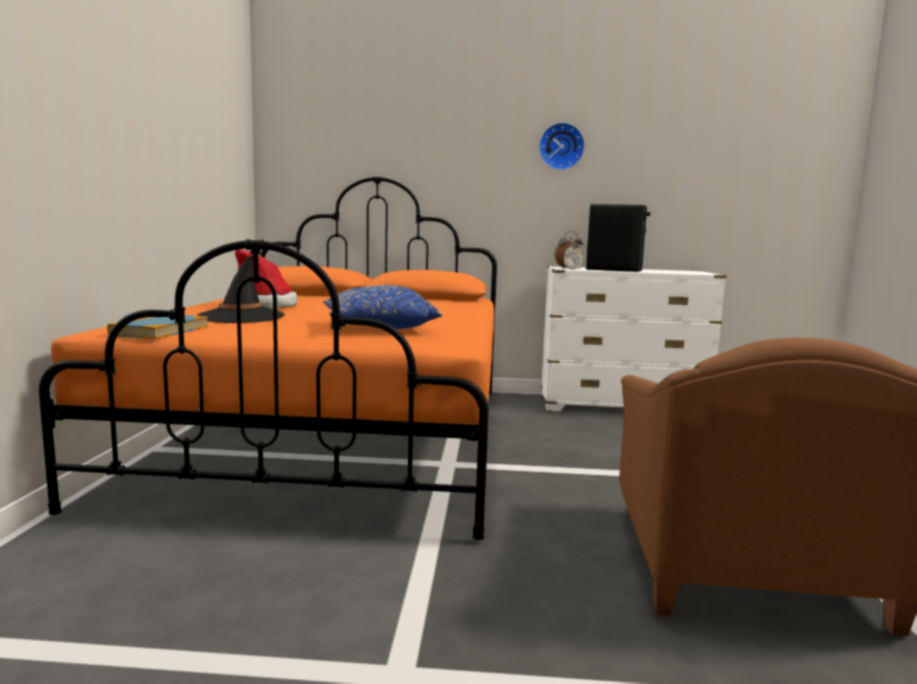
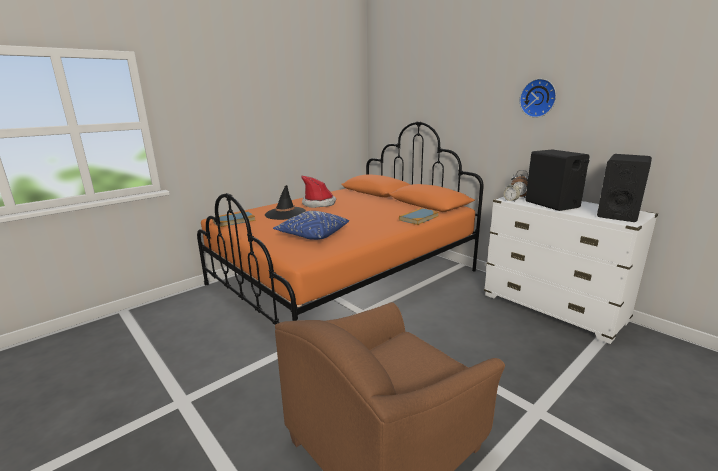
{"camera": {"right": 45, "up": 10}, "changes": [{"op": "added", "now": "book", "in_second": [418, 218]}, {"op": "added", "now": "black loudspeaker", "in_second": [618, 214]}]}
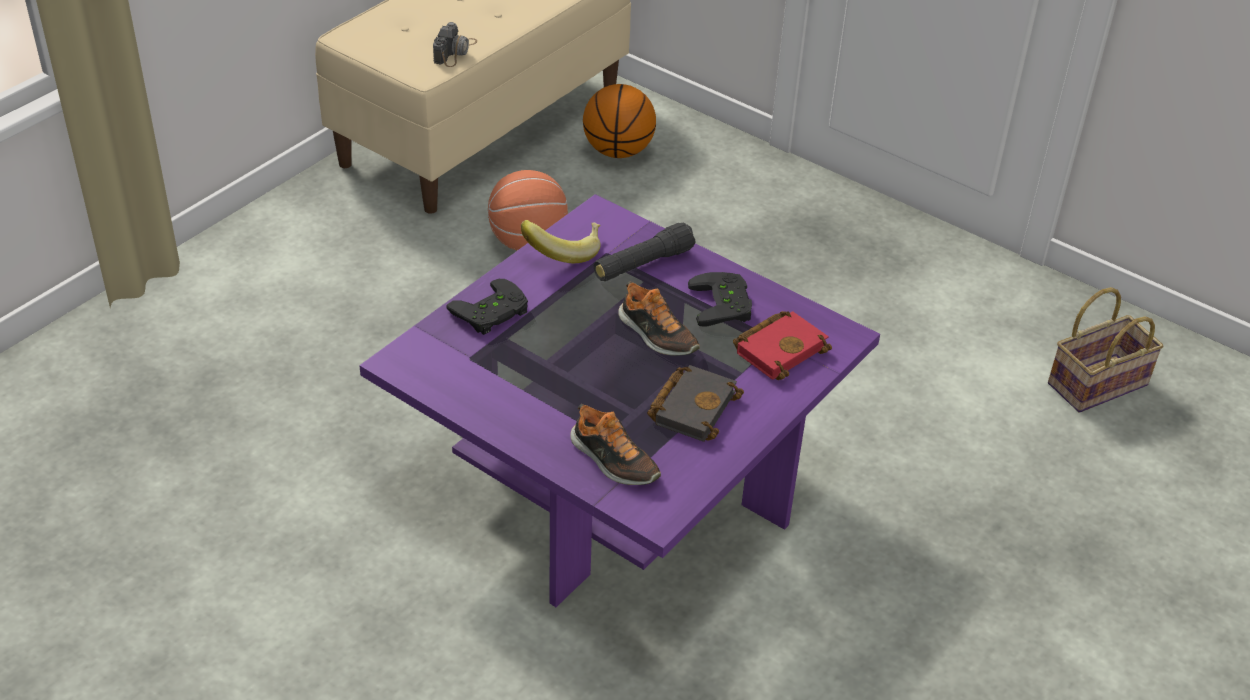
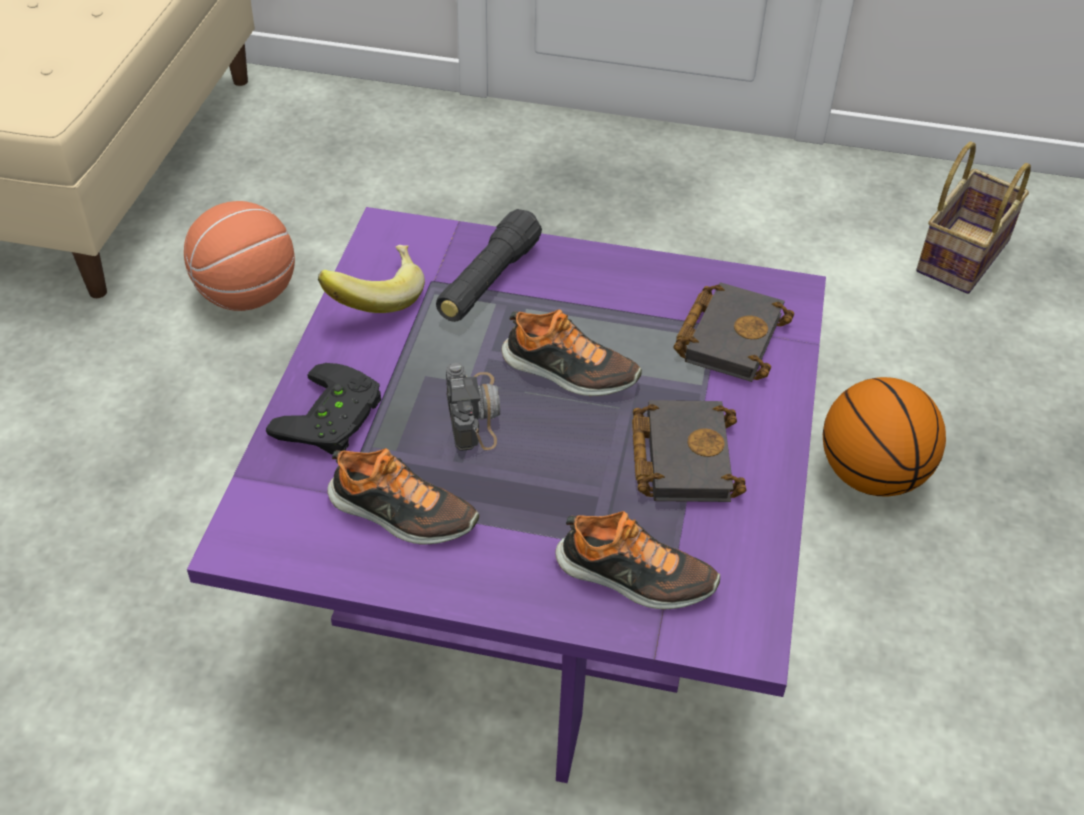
{"camera": {"right": -25, "up": 5}, "changes": [{"op": "added", "now": "shoe", "in_second": [401, 514]}, {"op": "moved", "was": "still camera", "in_first": [455, 51], "in_second": [474, 411]}, {"op": "recoloured", "was": "red-coloured book", "now": "black book", "in_first": [780, 348], "in_second": [729, 336]}, {"op": "moved", "was": "ball for basketball", "in_first": [618, 151], "in_second": [871, 474]}, {"op": "removed", "was": "black game controller", "in_first": [725, 304]}]}
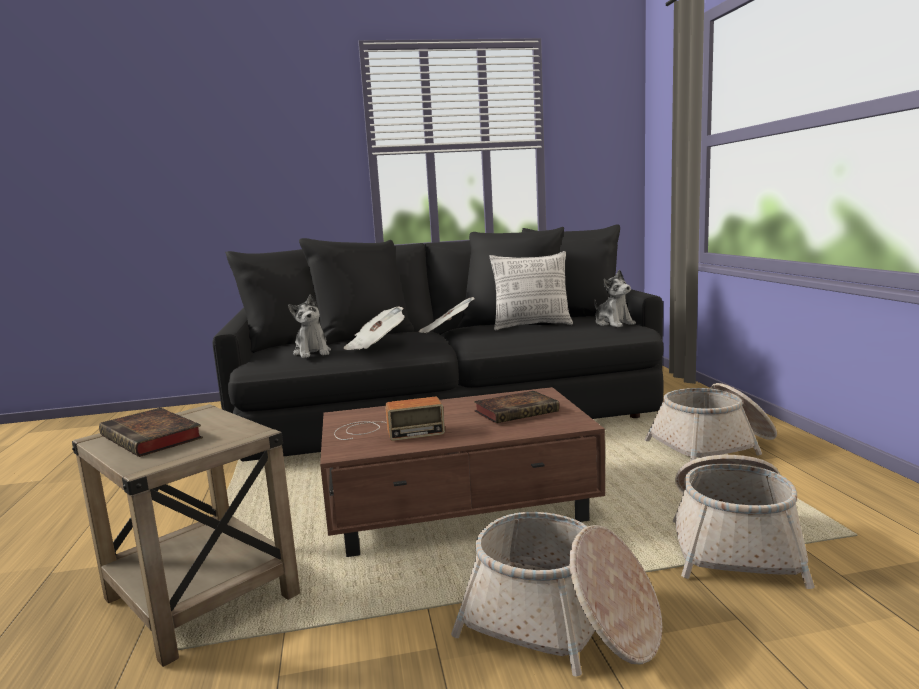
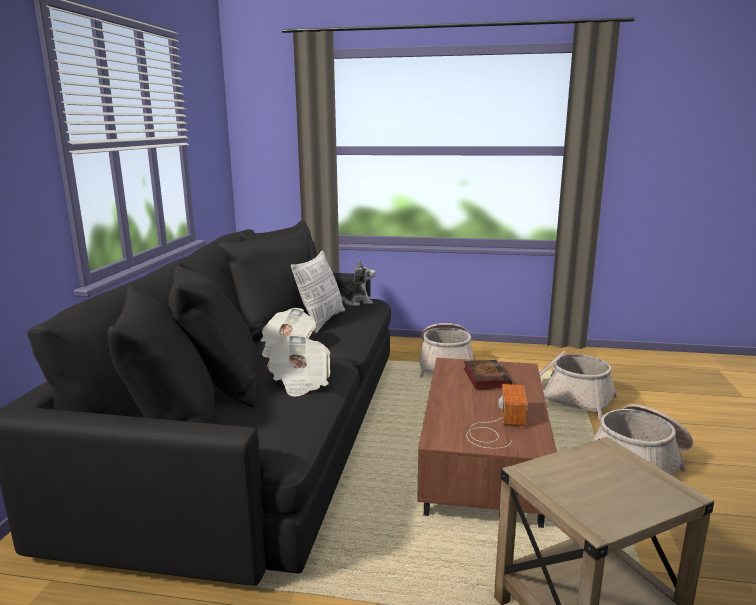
{"camera": {"right": -70, "up": 5}, "changes": [{"op": "removed", "was": "book", "in_first": [153, 438]}, {"op": "removed", "was": "cuddly toy", "in_first": [312, 352]}]}
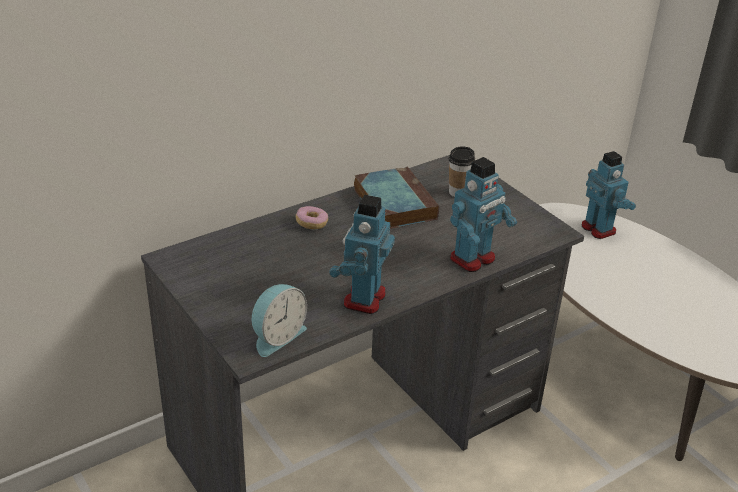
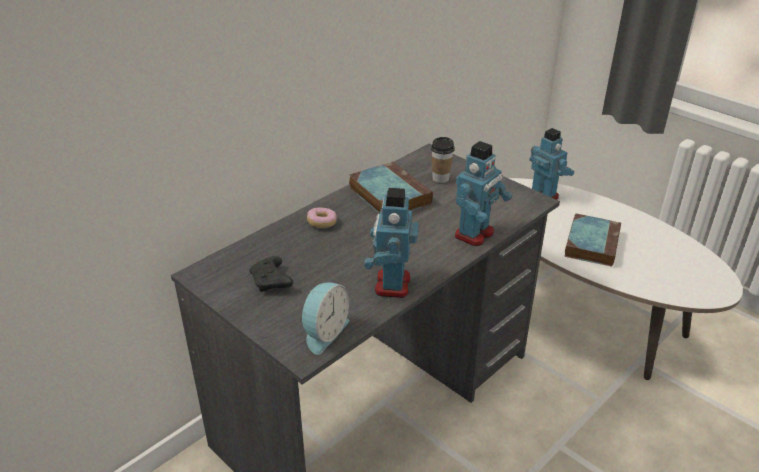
{"camera": {"right": -10, "up": 0}, "changes": [{"op": "added", "now": "black game controller", "in_second": [271, 282]}, {"op": "added", "now": "book", "in_second": [591, 243]}]}
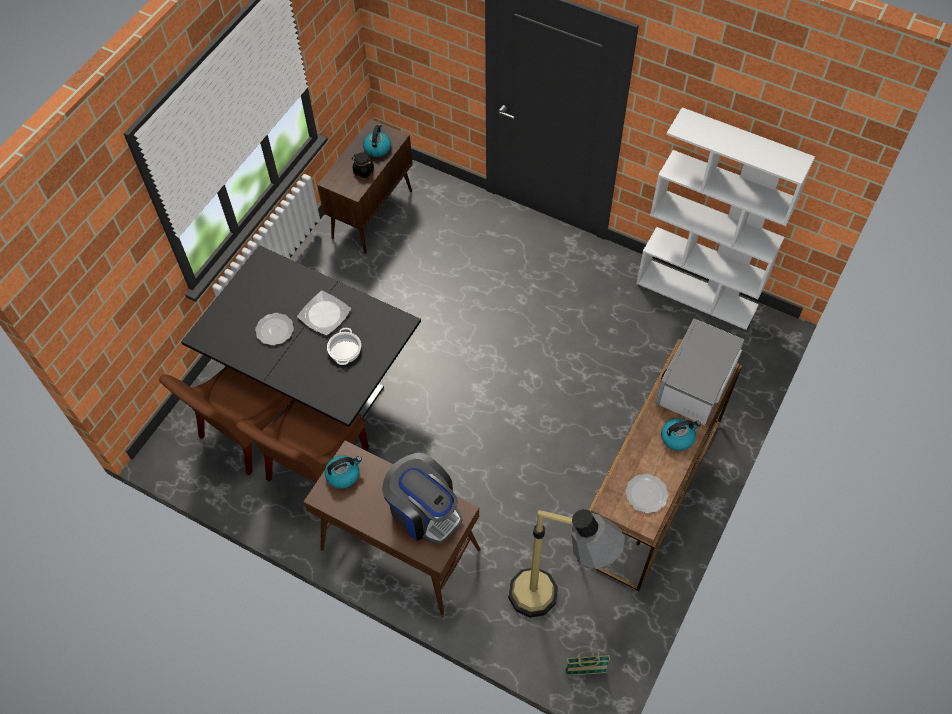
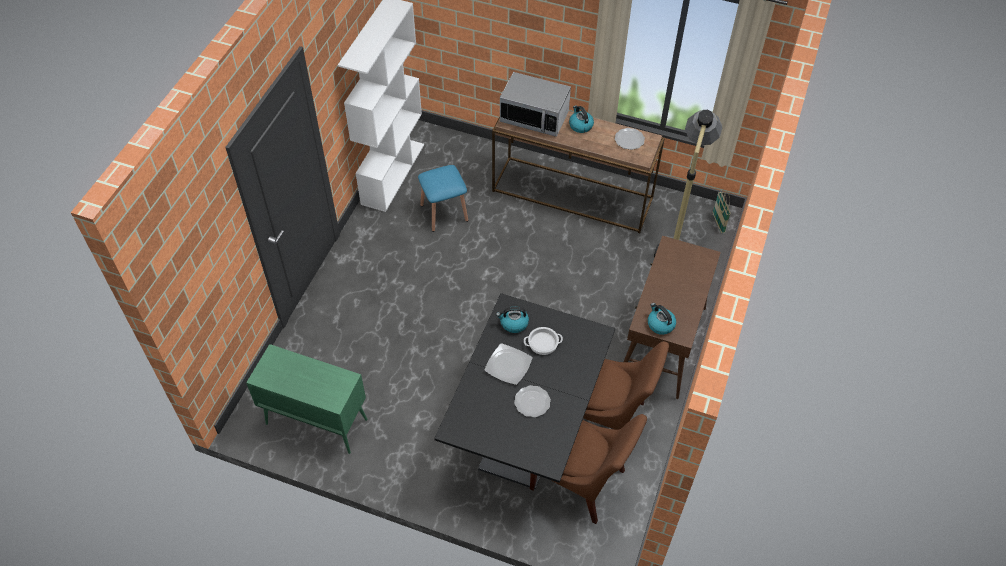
{"camera": {"right": -100, "up": -5}, "changes": [{"op": "recoloured", "was": "brown cabinet", "now": "greenish cabinet", "in_first": [372, 214], "in_second": [315, 421]}, {"op": "added", "now": "blue-coloured stool seat", "in_second": [444, 212]}, {"op": "moved", "was": "kettle", "in_first": [377, 148], "in_second": [513, 323]}, {"op": "removed", "was": "black storage jar", "in_first": [363, 171]}, {"op": "removed", "was": "coffee machine", "in_first": [424, 511]}]}
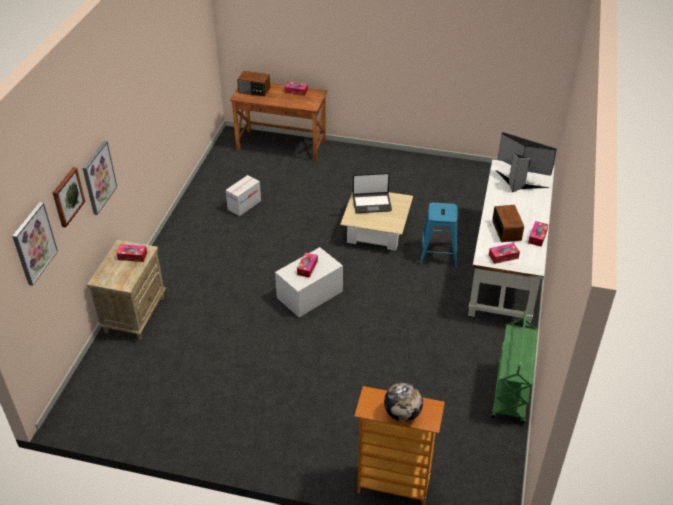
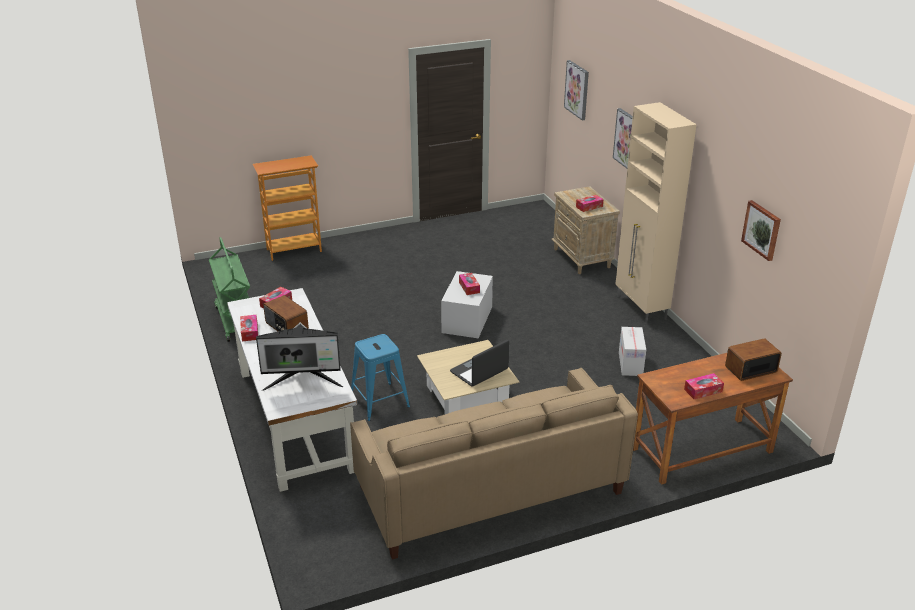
{"camera": {"right": 145, "up": -10}, "changes": [{"op": "added", "now": "sand-coloured couch", "in_second": [489, 490]}, {"op": "added", "now": "sand-coloured cabinet", "in_second": [641, 308]}, {"op": "moved", "was": "picture", "in_first": [67, 196], "in_second": [762, 230]}, {"op": "removed", "was": "world globe", "in_first": [402, 414]}]}
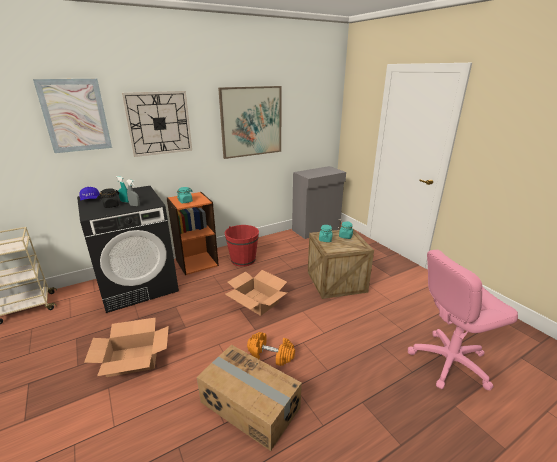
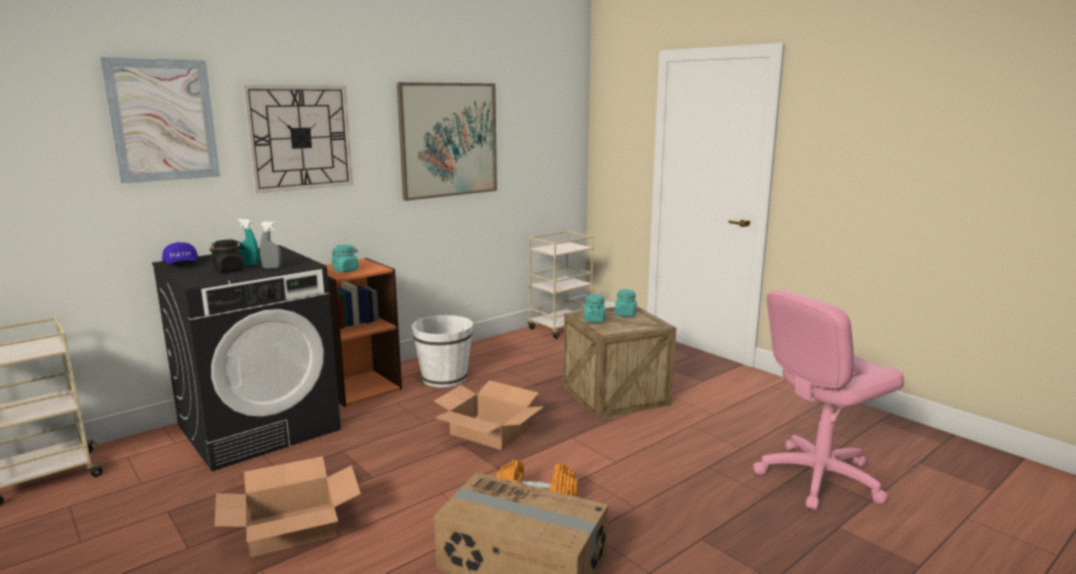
{"camera": {"right": -10, "up": -10}, "changes": [{"op": "recoloured", "was": "red-coloured pail", "now": "white-coloured pail", "in_first": [243, 260], "in_second": [444, 378]}, {"op": "replaced", "was": "grey cabinet", "now": "sand-coloured wheeled cart", "in_first": [316, 229], "in_second": [561, 328]}]}
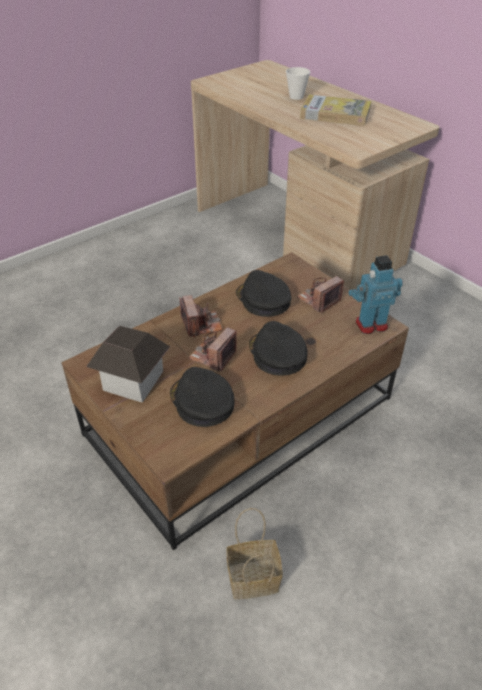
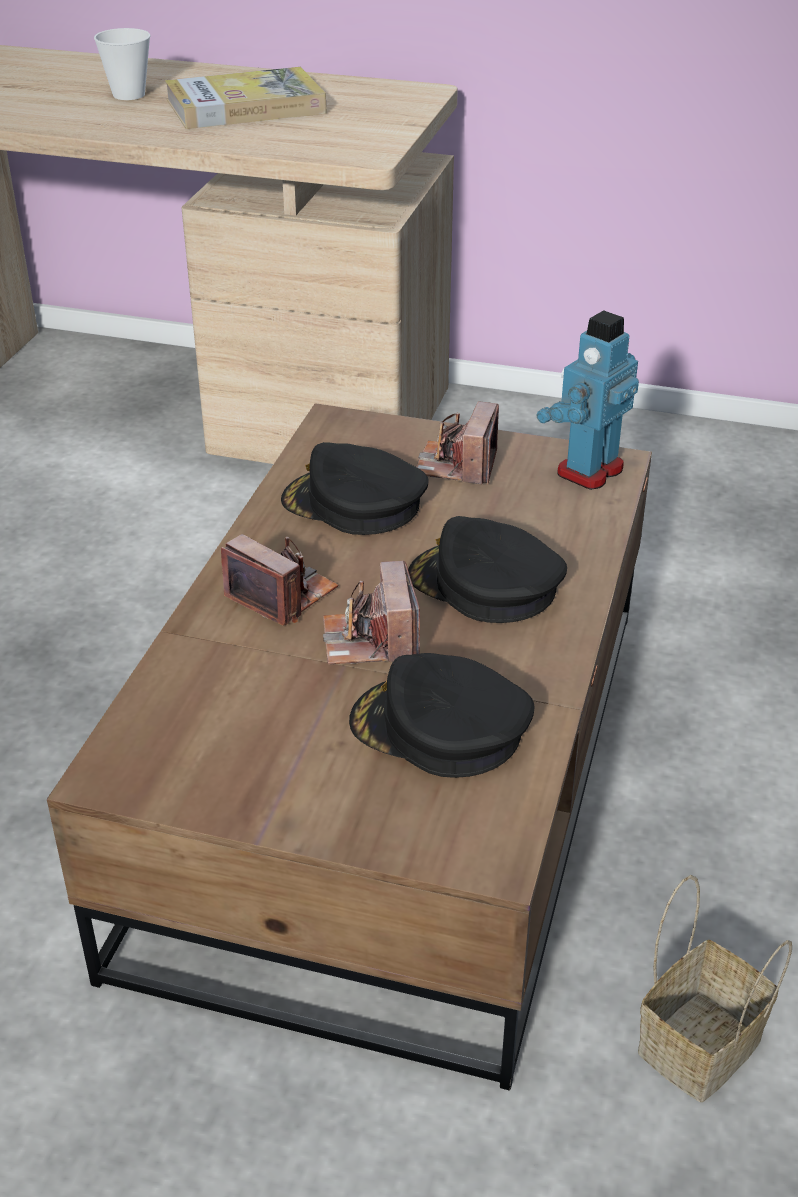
{"camera": {"right": -35, "up": -5}, "changes": [{"op": "removed", "was": "toy house", "in_first": [133, 380]}]}
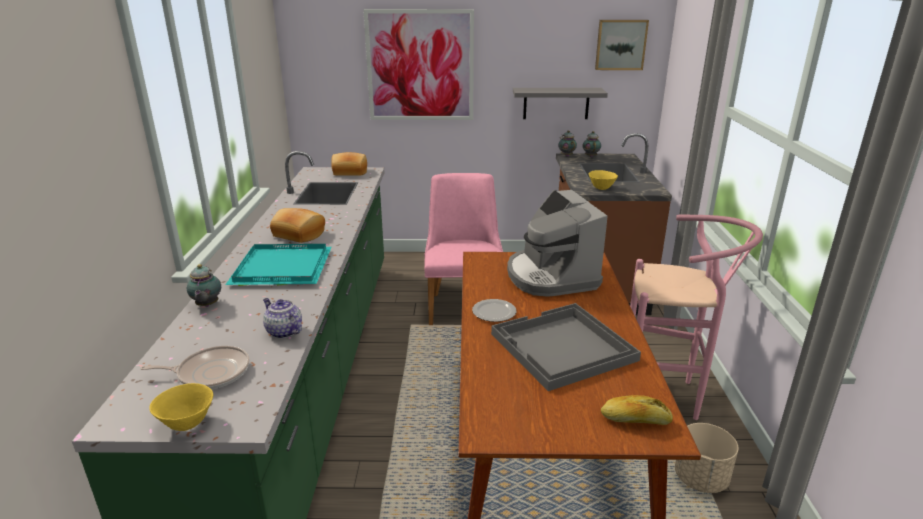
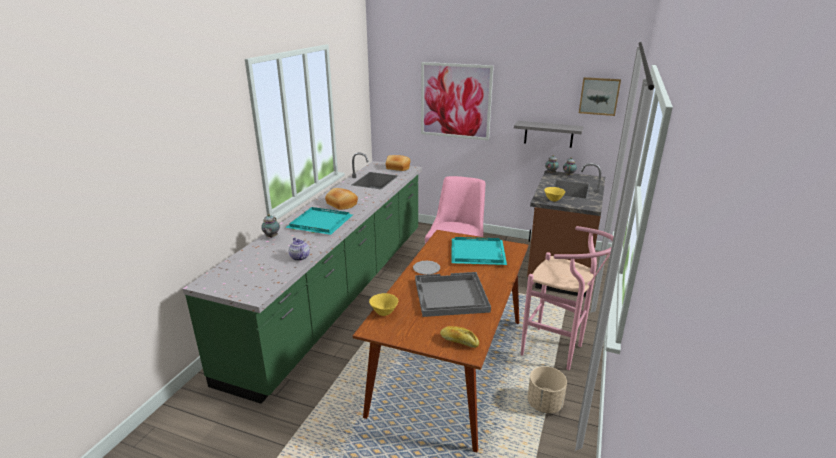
{"camera": {"right": 20, "up": 0}, "changes": [{"op": "moved", "was": "yellow-coloured serving bowl", "in_first": [188, 423], "in_second": [384, 313]}, {"op": "replaced", "was": "coffee machine", "now": "turquoise-coloured tray", "in_first": [550, 276], "in_second": [478, 253]}, {"op": "removed", "was": "pan", "in_first": [210, 373]}]}
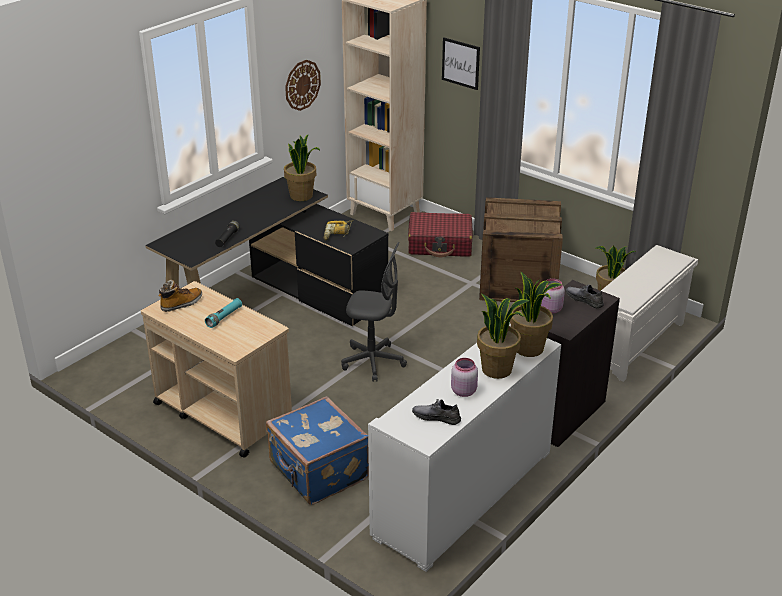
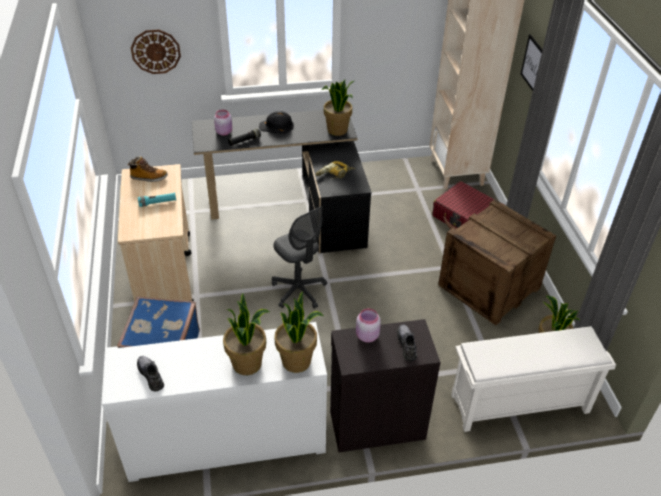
{"camera": {"right": 40, "up": 10}, "changes": [{"op": "moved", "was": "clock on the wall", "in_first": [302, 85], "in_second": [155, 51]}, {"op": "moved", "was": "pink storage jar", "in_first": [463, 391], "in_second": [224, 132]}, {"op": "added", "now": "black safety helmet", "in_second": [276, 126]}]}
